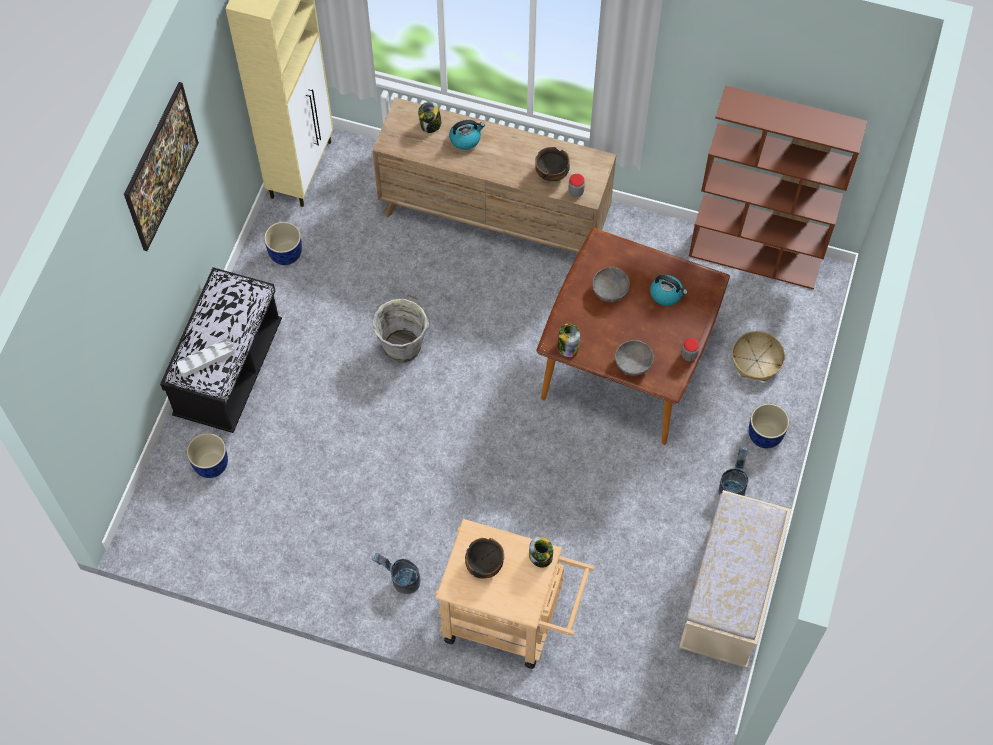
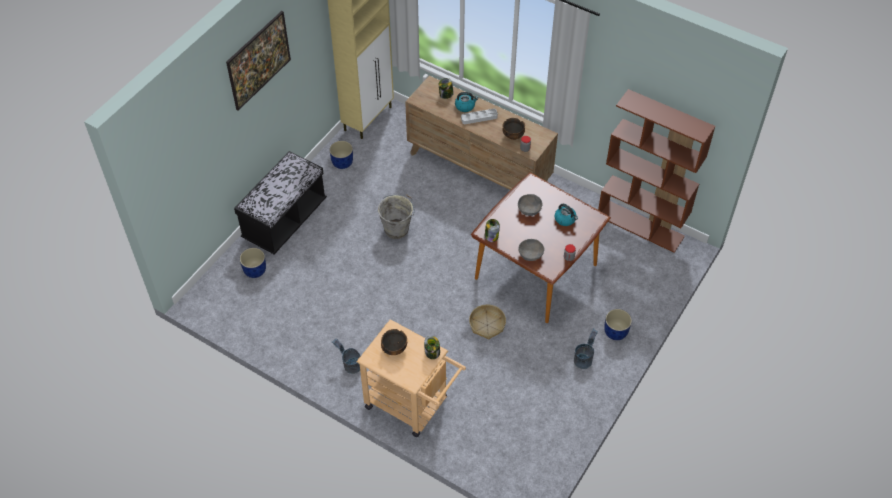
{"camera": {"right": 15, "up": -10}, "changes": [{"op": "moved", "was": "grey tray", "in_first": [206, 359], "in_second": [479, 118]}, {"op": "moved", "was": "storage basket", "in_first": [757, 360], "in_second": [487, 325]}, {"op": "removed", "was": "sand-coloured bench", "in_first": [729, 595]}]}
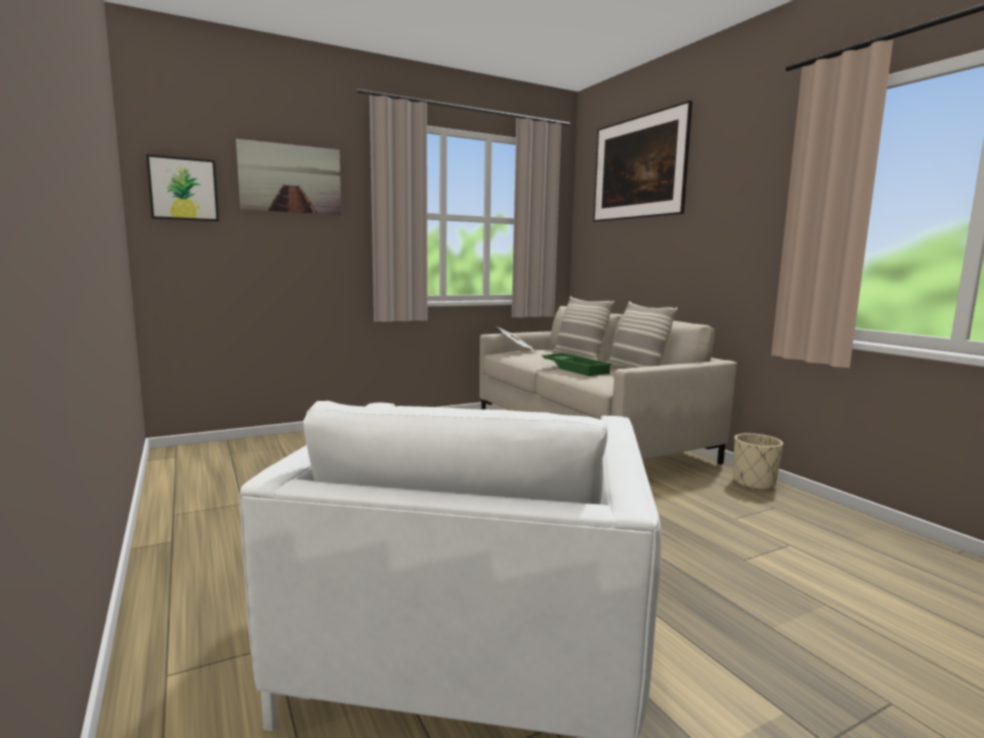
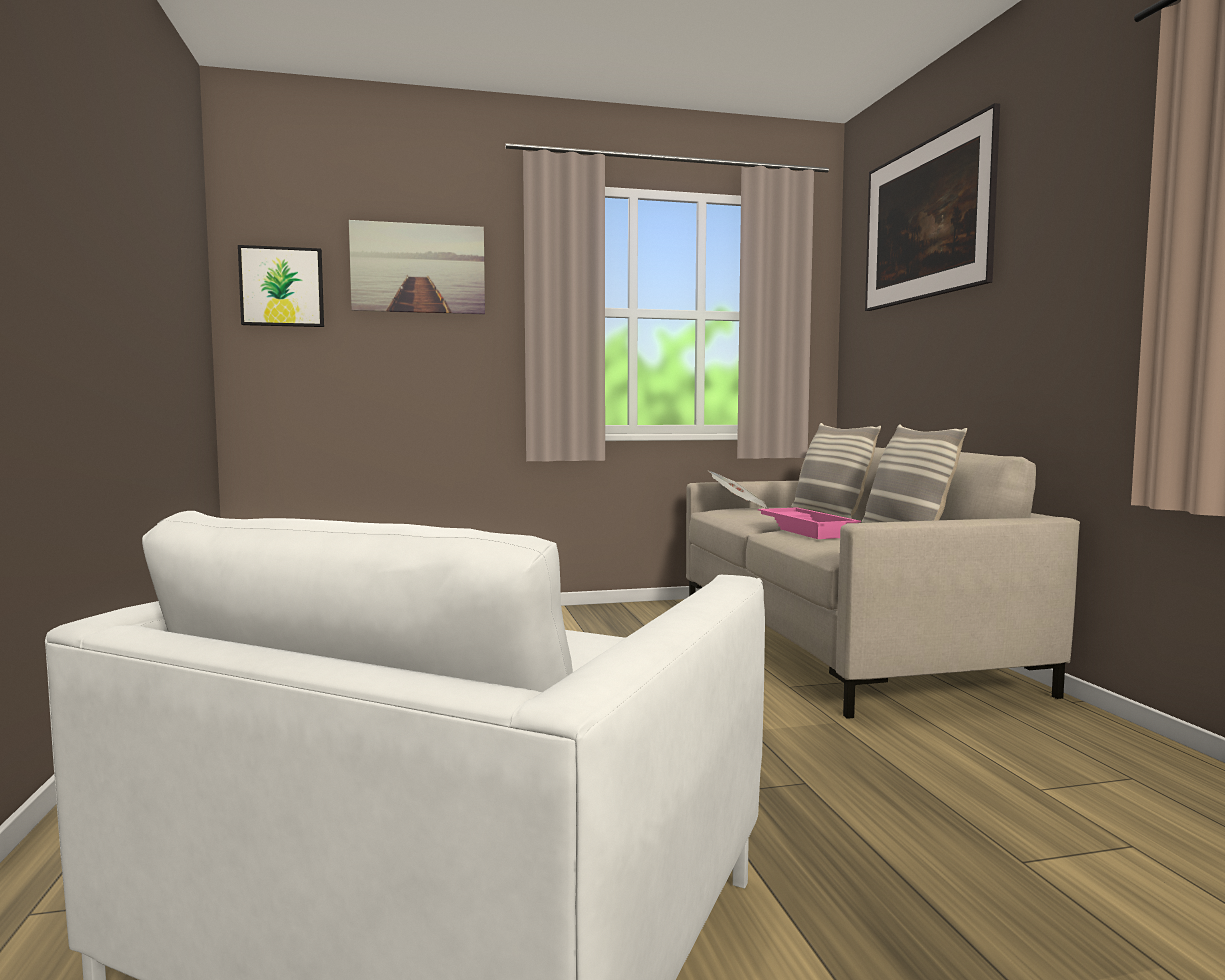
{"camera": {"right": 15, "up": -5}, "changes": [{"op": "recoloured", "was": "greenish tray", "now": "pink tray", "in_first": [576, 369], "in_second": [808, 530]}, {"op": "removed", "was": "sand-coloured plant pot", "in_first": [754, 483]}]}
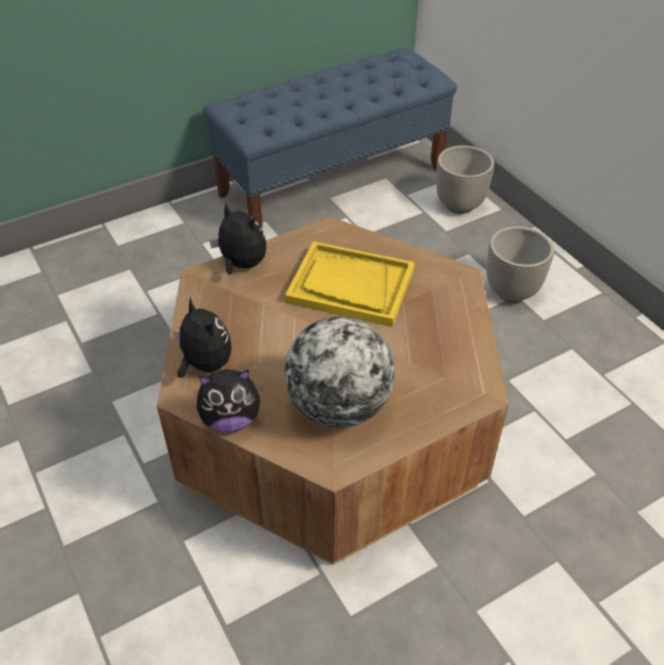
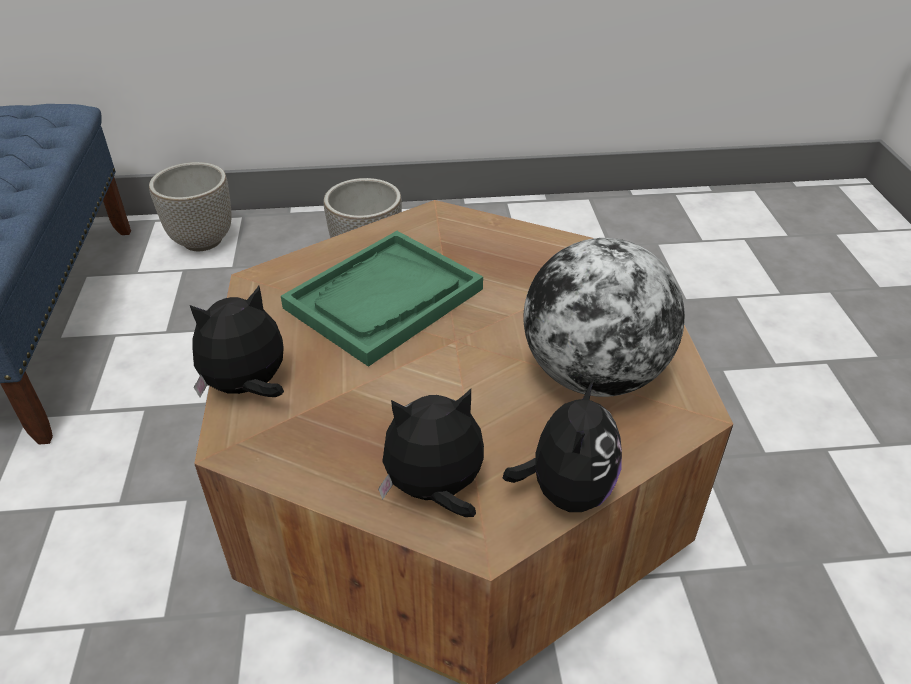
{"camera": {"right": -65, "up": -5}, "changes": [{"op": "recoloured", "was": "yellow-coloured tray", "now": "greenish tray", "in_first": [350, 286], "in_second": [384, 299]}]}
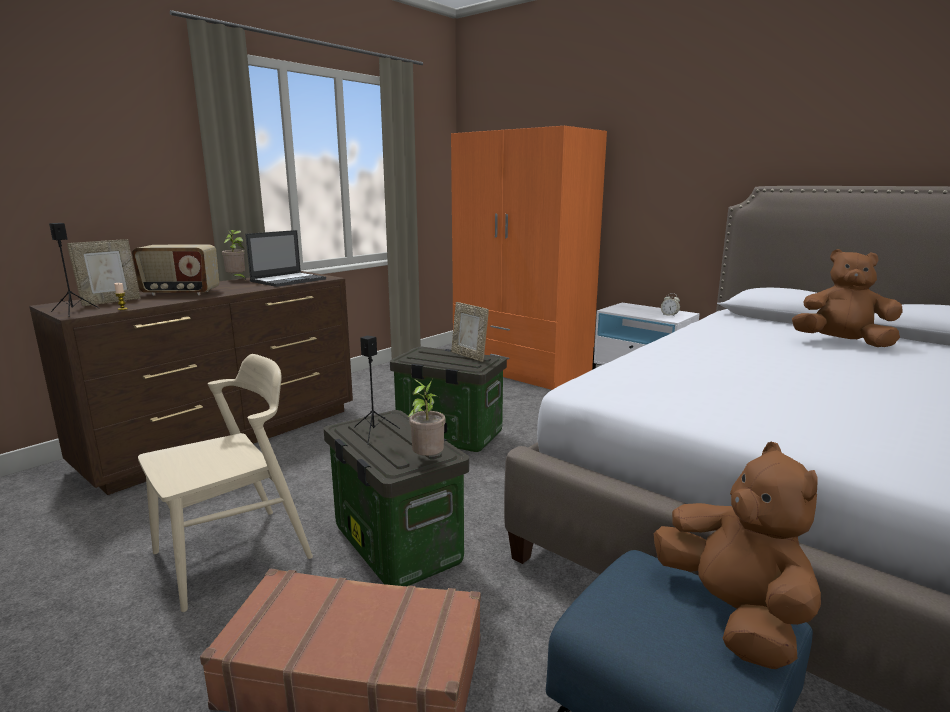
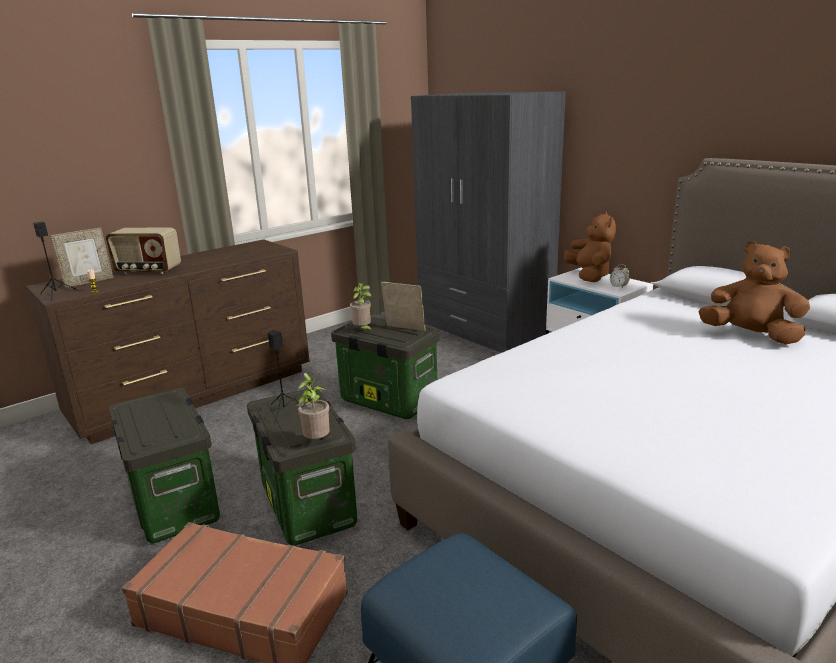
{"camera": {"right": 10, "up": 5}, "changes": [{"op": "replaced", "was": "sand-coloured plain chair", "now": "storage bin", "in_first": [233, 556], "in_second": [176, 505]}, {"op": "moved", "was": "potted plant", "in_first": [237, 279], "in_second": [363, 330]}, {"op": "turned", "was": "photo frame", "in_first": [469, 356], "in_second": [404, 329], "clockwise": 150}, {"op": "recoloured", "was": "orange-coloured armoire", "now": "grey armoire", "in_first": [521, 369], "in_second": [484, 329]}, {"op": "moved", "was": "brown cuddly toy", "in_first": [732, 614], "in_second": [589, 276]}, {"op": "removed", "was": "portable computer", "in_first": [289, 280]}]}
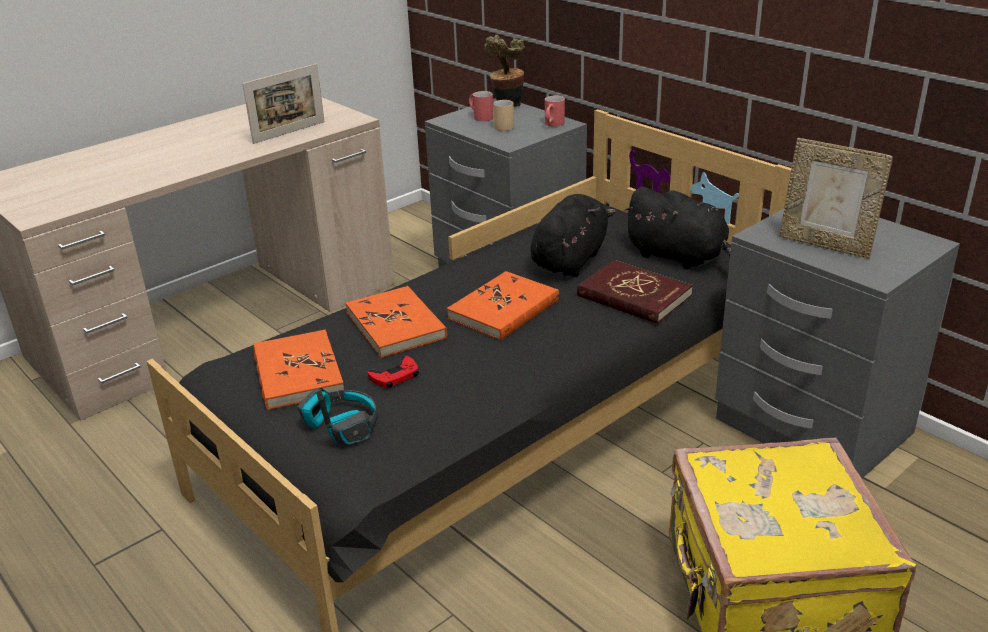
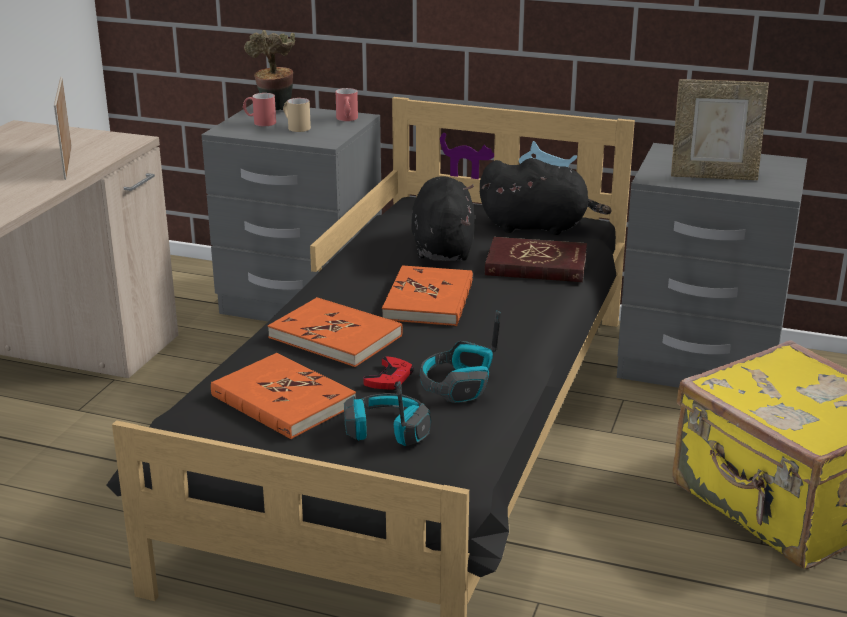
{"camera": {"right": -30, "up": -5}, "changes": [{"op": "turned", "was": "photo frame", "in_first": [289, 132], "in_second": [68, 162], "clockwise": 150}, {"op": "added", "now": "pair of headphones", "in_second": [458, 385]}]}
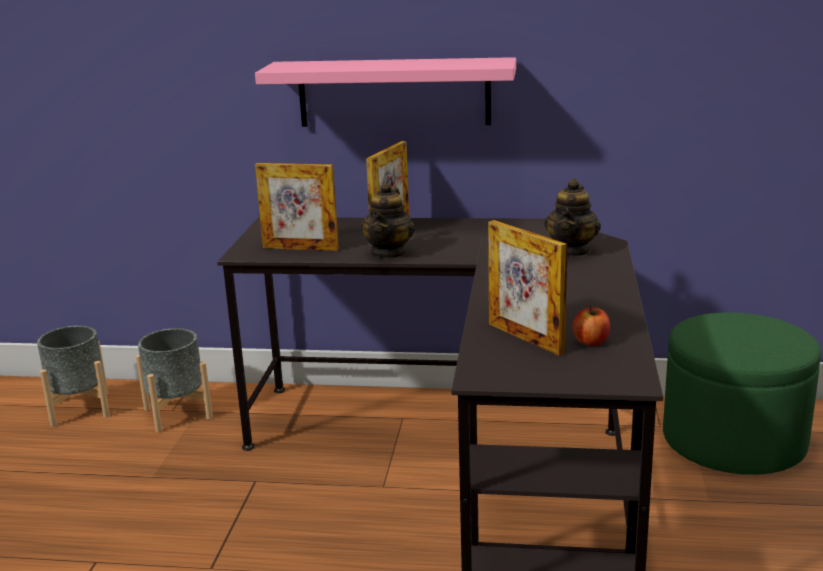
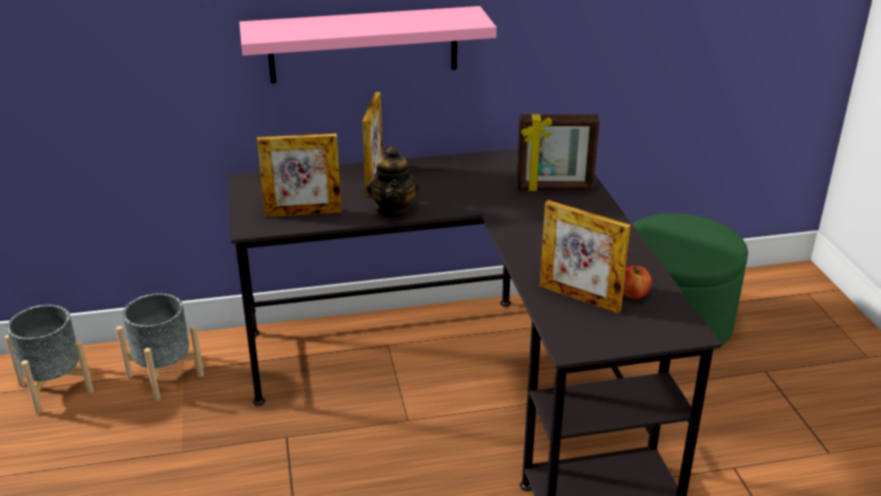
{"camera": {"right": -20, "up": 10}, "changes": [{"op": "replaced", "was": "pot for tea", "now": "photo frame", "in_first": [572, 251], "in_second": [554, 188]}]}
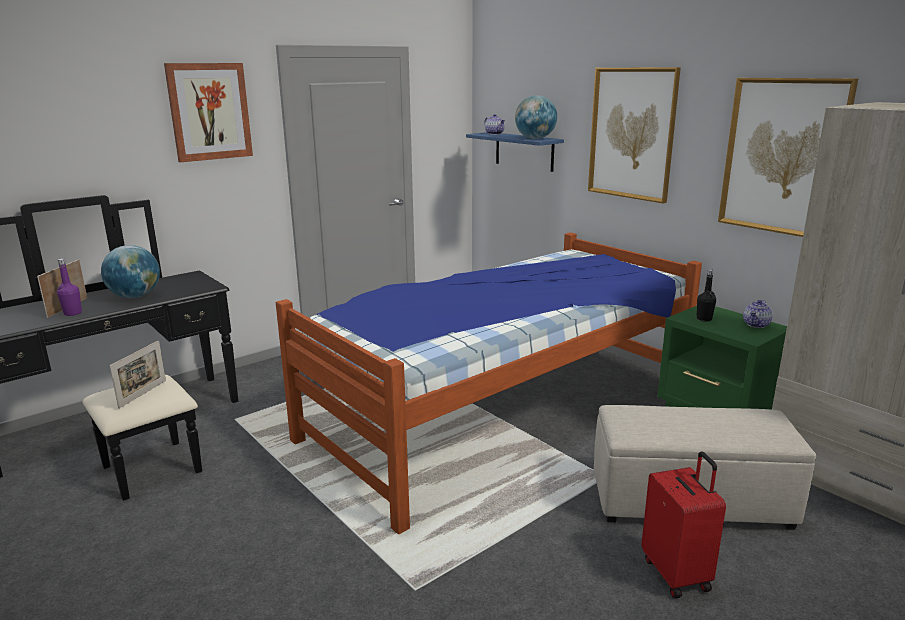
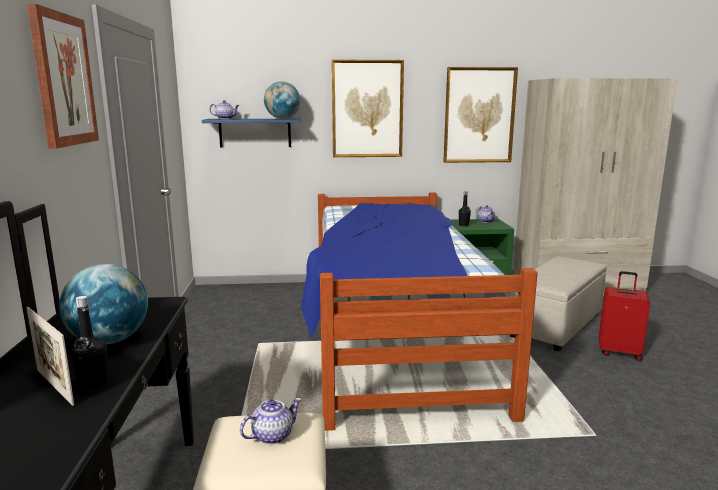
{"camera": {"right": -55, "up": -5}, "changes": [{"op": "recoloured", "was": "purple beverage bottle", "now": "black beverage bottle", "in_first": [72, 313], "in_second": [93, 385]}, {"op": "replaced", "was": "photo frame", "now": "pot for tea", "in_first": [143, 394], "in_second": [272, 435]}]}
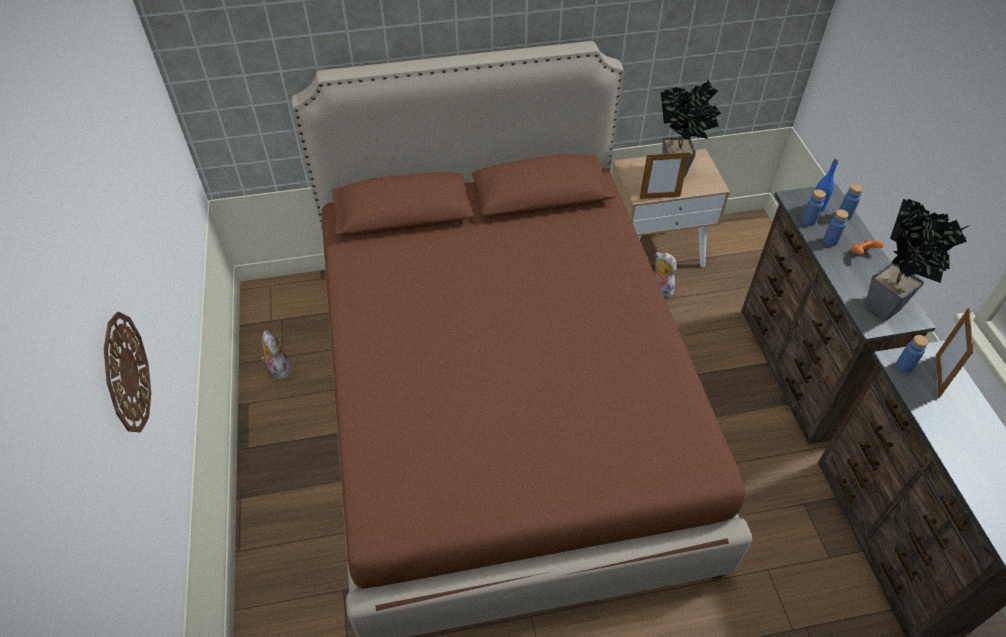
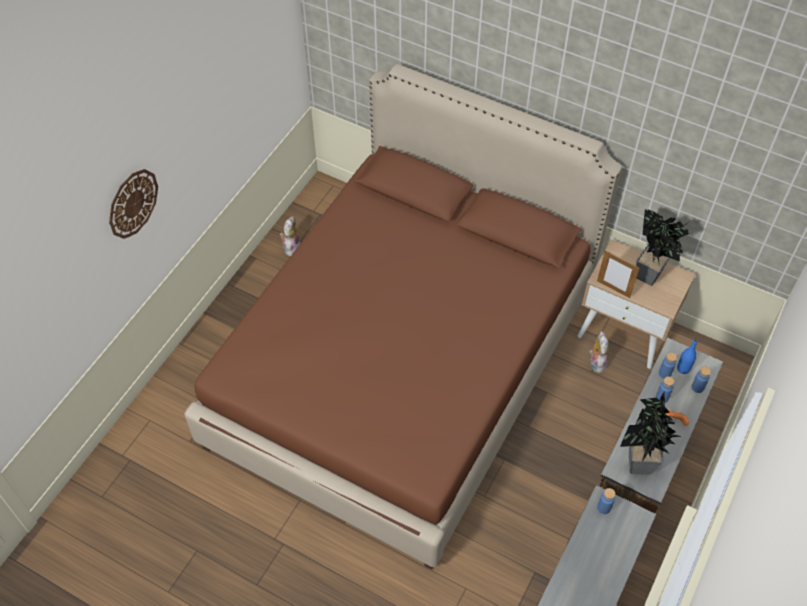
{"camera": {"right": 40, "up": 5}, "changes": [{"op": "removed", "was": "photo frame", "in_first": [937, 375]}]}
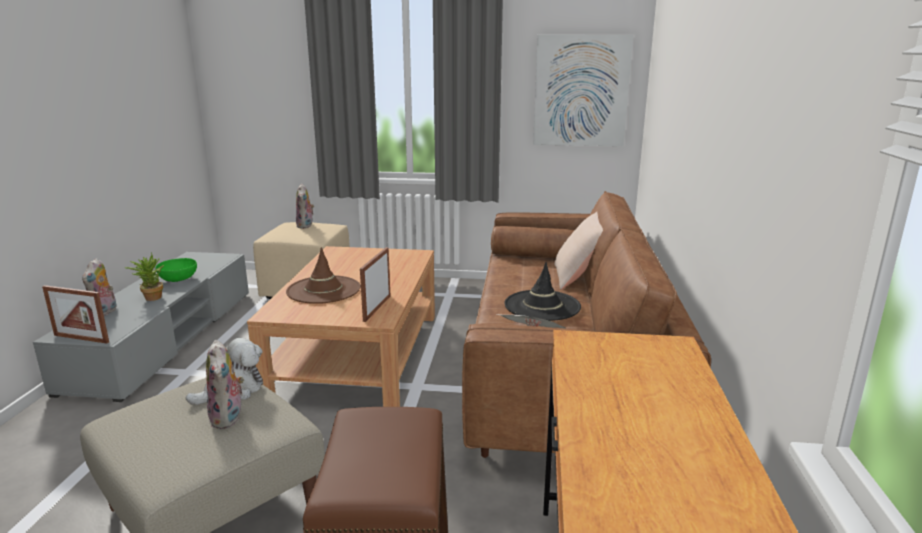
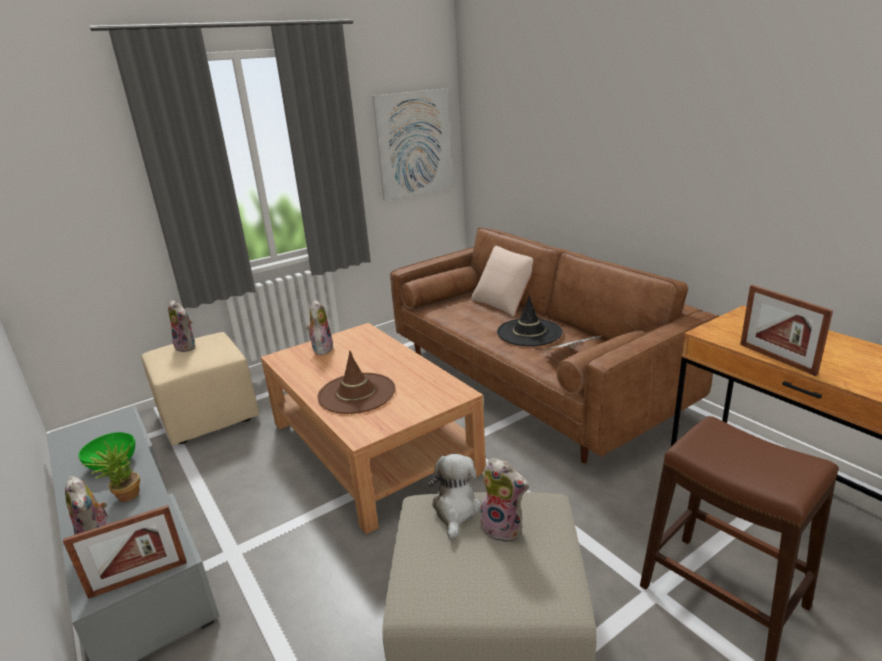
{"camera": {"right": -40, "up": 5}, "changes": [{"op": "added", "now": "cuddly toy", "in_second": [322, 348]}, {"op": "moved", "was": "photo frame", "in_first": [377, 308], "in_second": [776, 359]}]}
